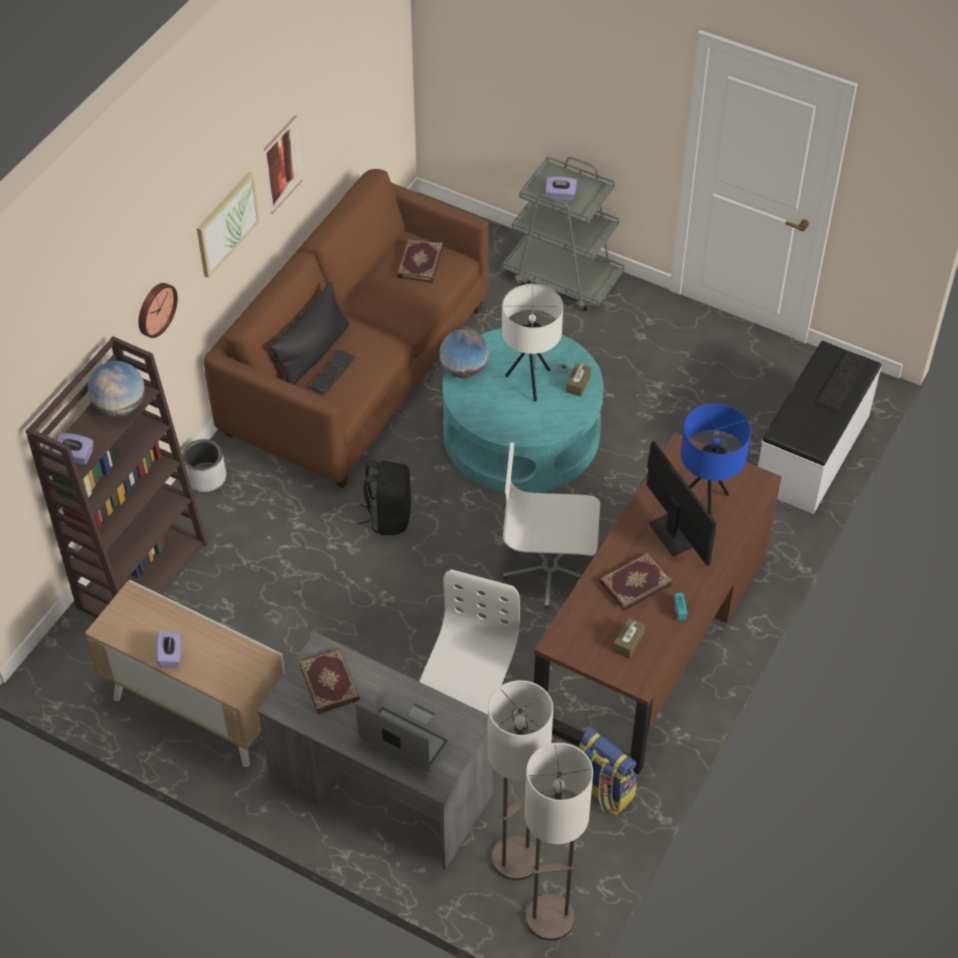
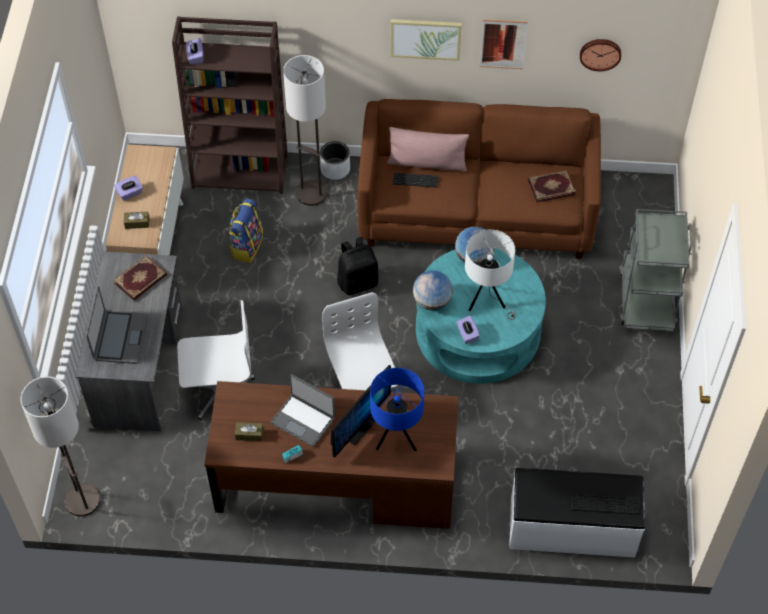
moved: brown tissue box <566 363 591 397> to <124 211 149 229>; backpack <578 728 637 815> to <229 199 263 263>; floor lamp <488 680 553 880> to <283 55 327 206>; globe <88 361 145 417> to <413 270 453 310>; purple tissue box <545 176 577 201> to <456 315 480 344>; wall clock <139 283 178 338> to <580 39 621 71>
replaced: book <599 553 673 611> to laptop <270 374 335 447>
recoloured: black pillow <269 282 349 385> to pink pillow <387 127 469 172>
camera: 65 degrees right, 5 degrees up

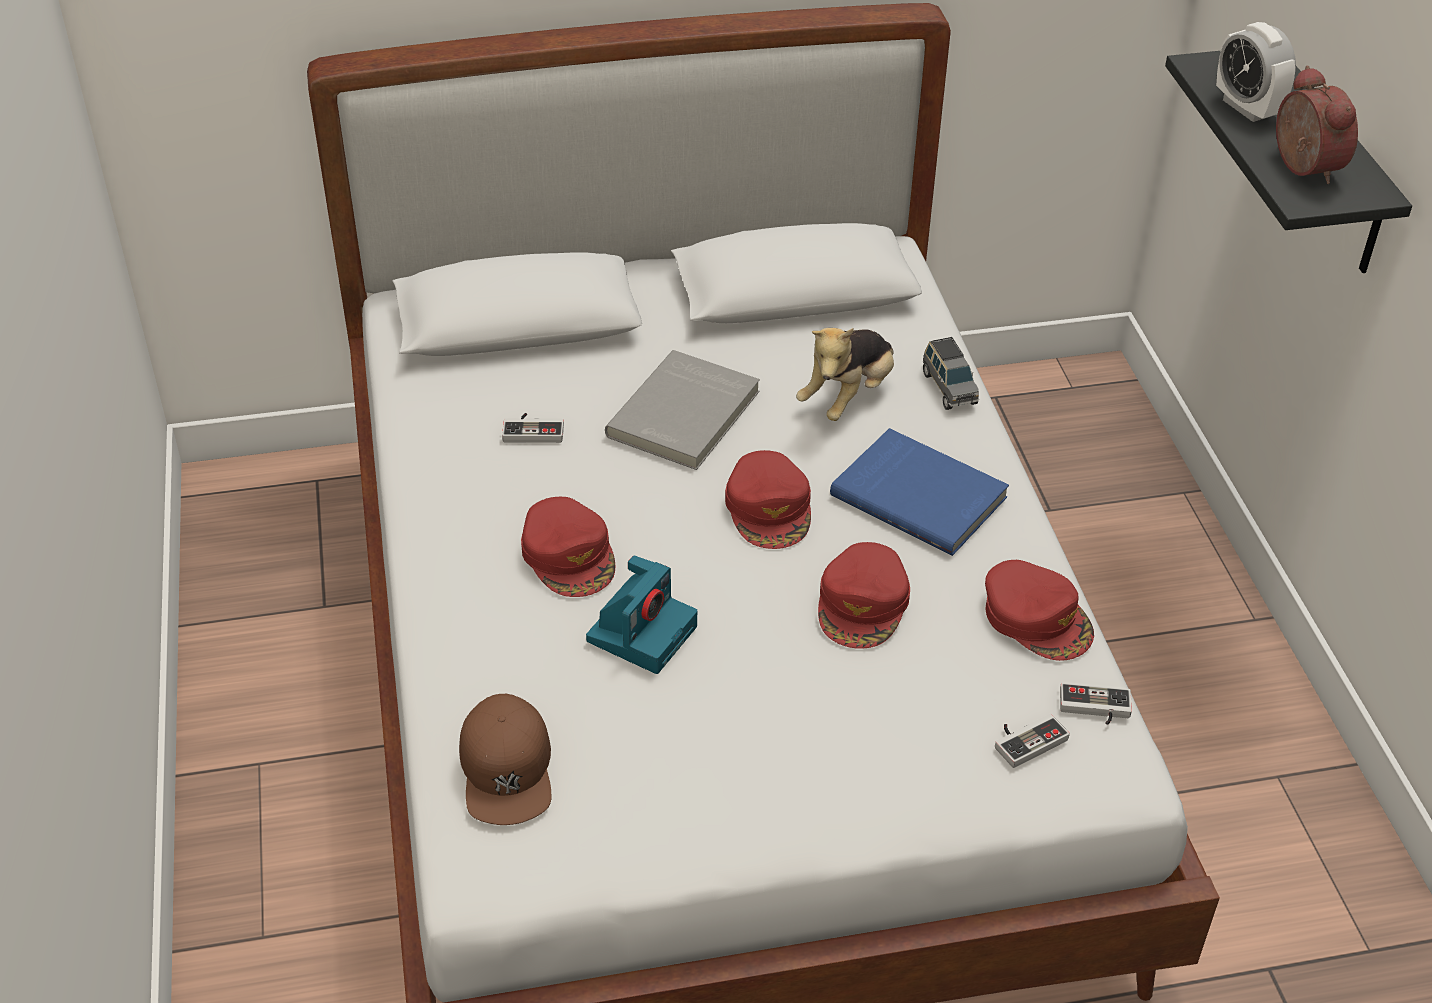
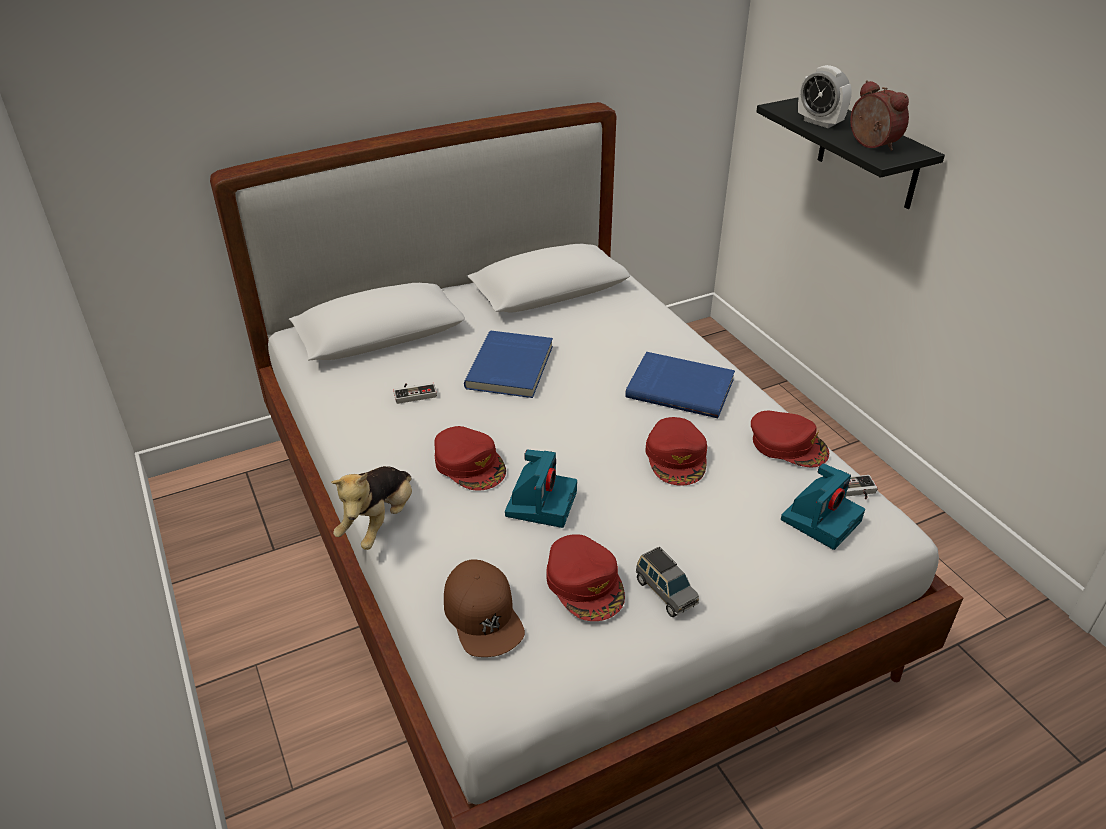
moved: plush toy <796 328 894 421> to <331 466 412 550>; red cap <725 450 811 549> to <546 534 625 621>; grey toy car <923 337 979 410> to <636 547 699 617>
replaced: game controller <995 714 1070 768> to photo camera <781 463 865 550>
recoloured: grey book <605 350 760 470> to blue book <464 330 553 398>
camera: 15 degrees left, 5 degrees down

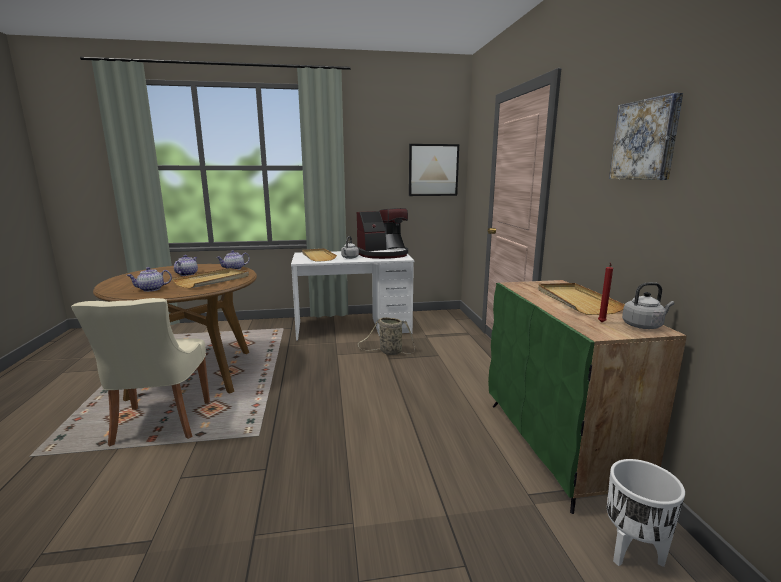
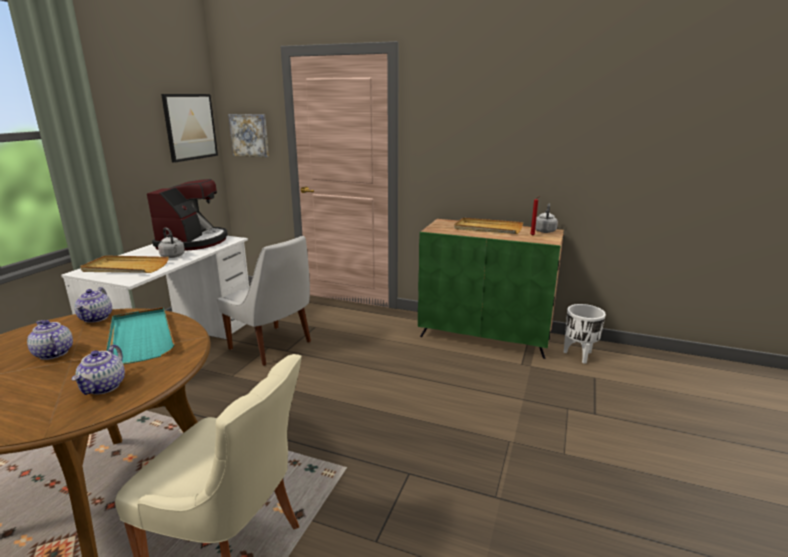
moved: picture <609 93 683 180> to <228 114 269 157>
replaced: basket <358 317 415 355> to white chair <217 236 311 366>
recoloured: beige tray <172 268 249 289> to turquoise tray <106 307 175 364>
camera: 60 degrees left, 5 degrees up

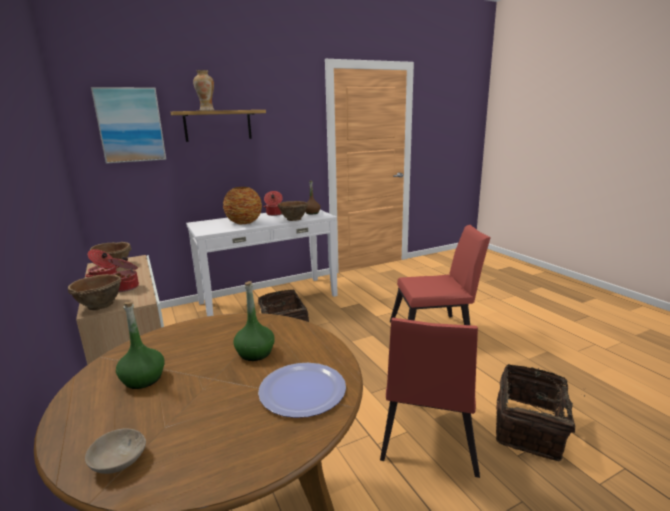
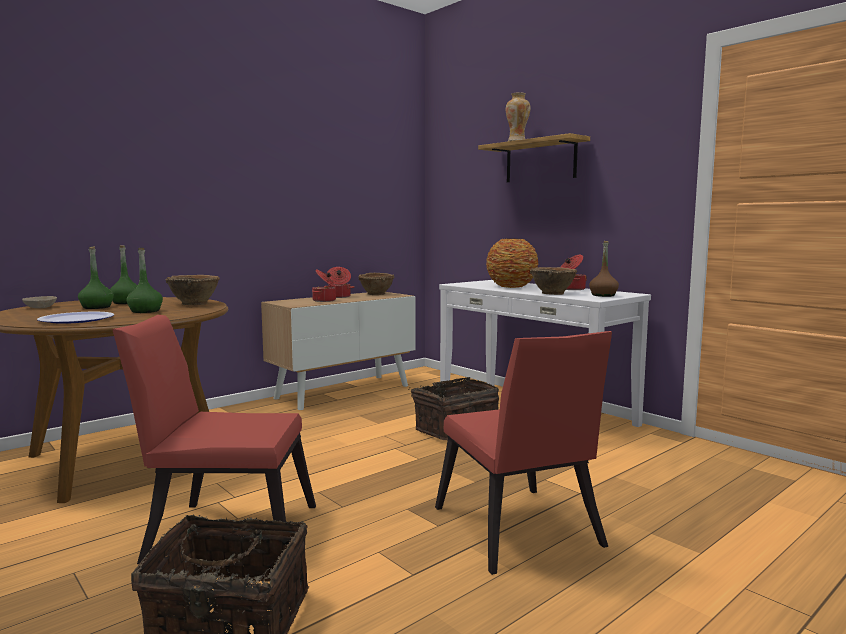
removed: picture <91 87 166 164>
added: green bottle <78 247 114 309>
moved: brown bowl <68 274 122 310> to <166 275 220 305>
camera: 75 degrees right, 10 degrees down

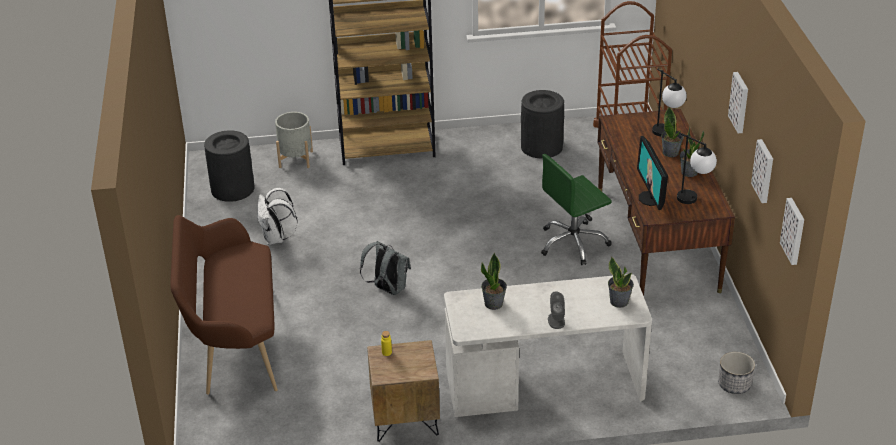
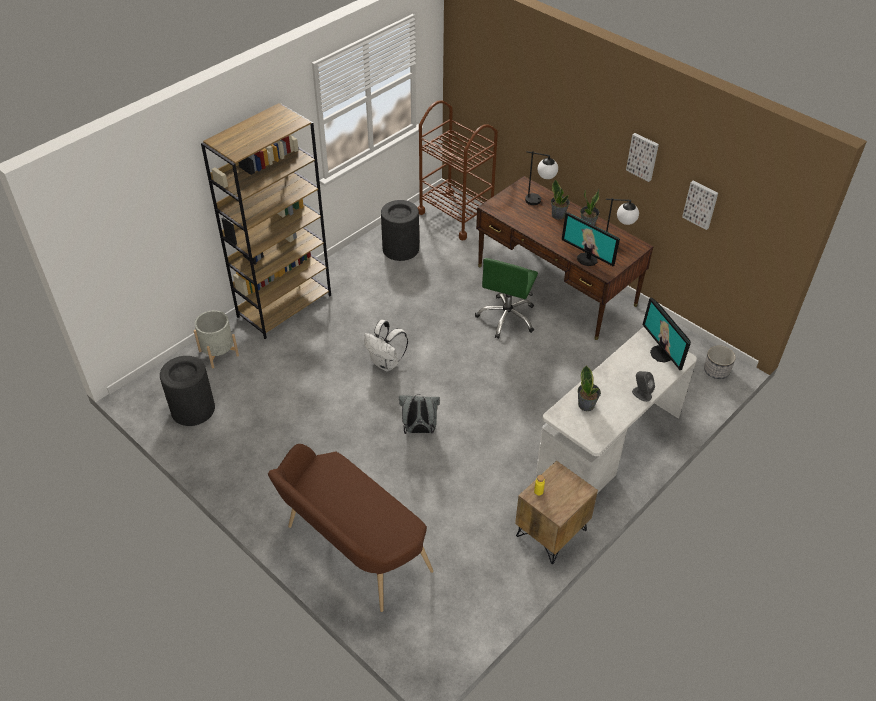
removed: picture <780 198 804 265>
moved: white backpack <257 188 298 245> to <364 320 408 372>
replaced: potted plant <608 256 634 308> to monitor <642 297 691 370>
camera: 40 degrees left, 10 degrees up

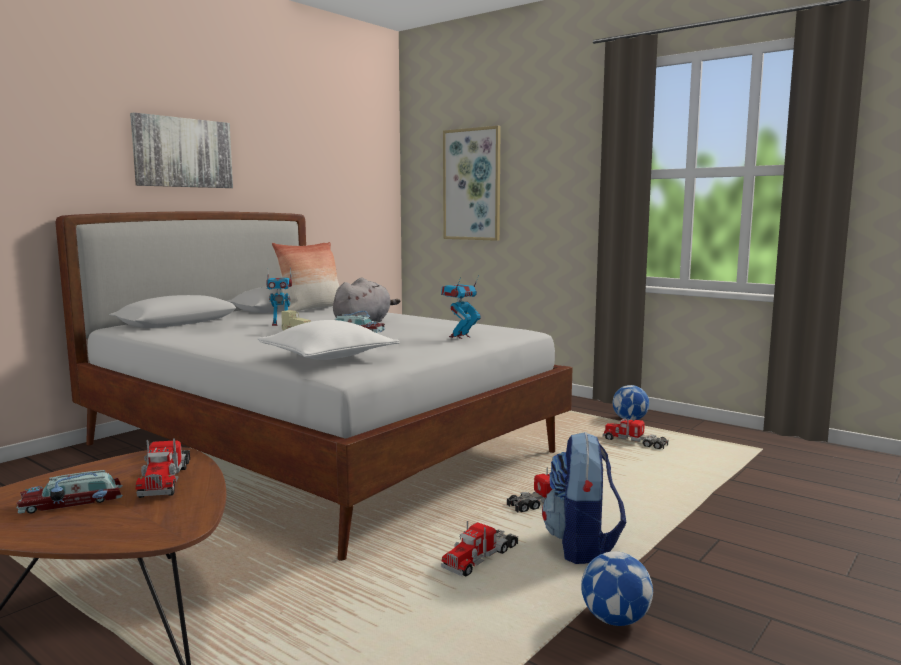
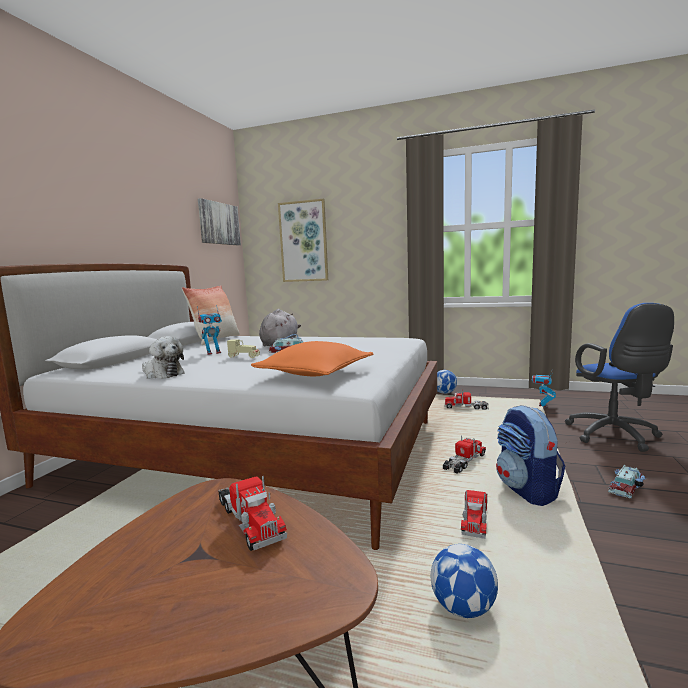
added: plush toy <142 336 185 379>; blue office chair <565 303 674 452>
moved: picture <130 112 233 188> to <198 198 241 245>; football <581 551 653 626> to <431 544 498 618>; toy robot <441 275 481 339> to <531 369 556 408>; toy car <16 470 123 514> to <608 465 645 498>
recoloured: white pillow <258 320 400 360> to orange pillow <251 341 373 376>
camera: 20 degrees left, 0 degrees up

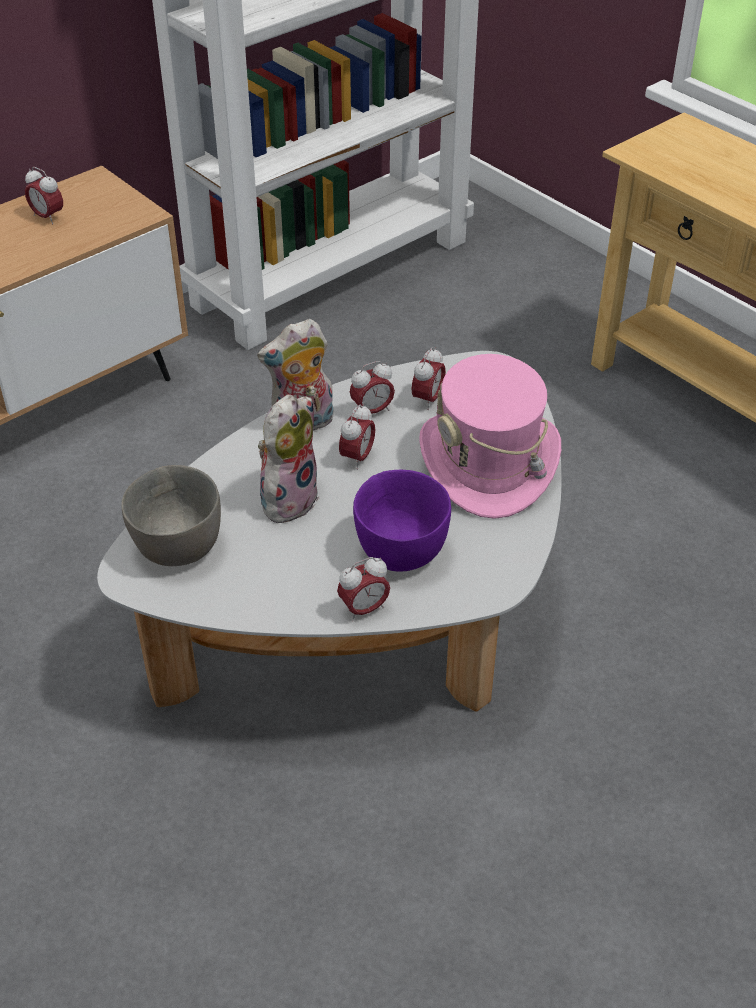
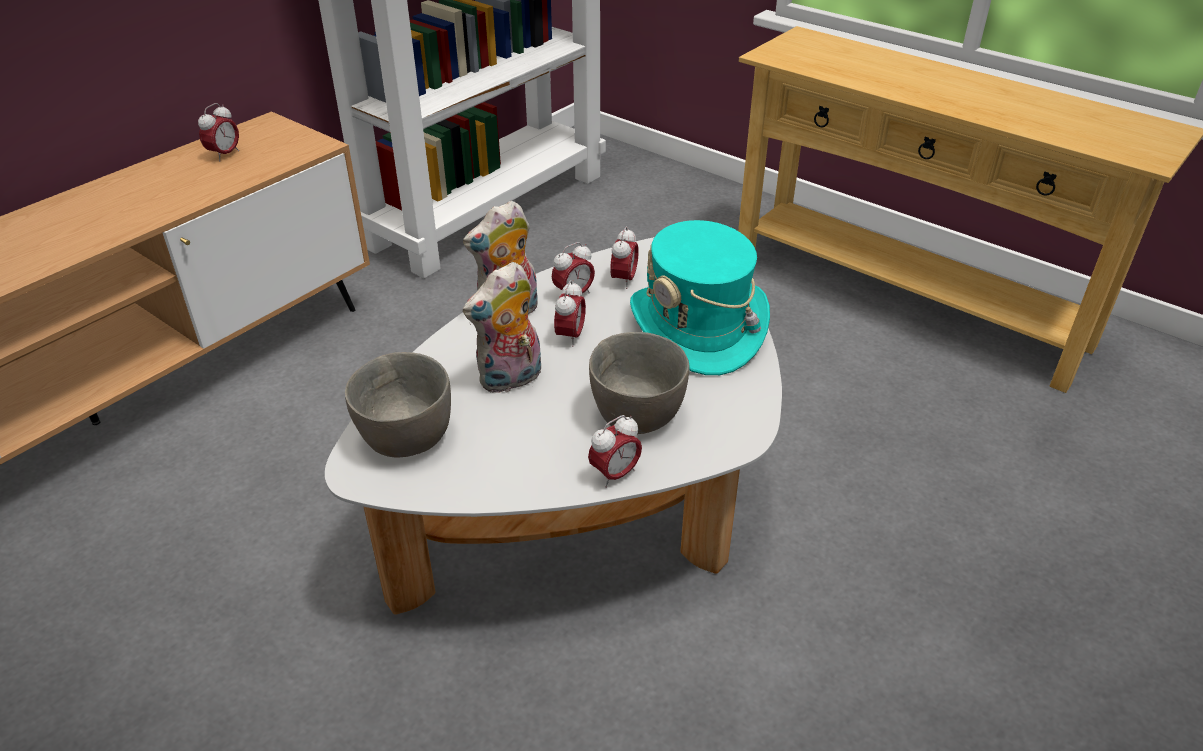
recoloured: purple bowl <353 470 451 572> to grey bowl <589 332 690 434>; pink hat <419 354 561 519> to turquoise hat <630 220 770 375>
turned: alarm clock <25 167 63 224> = <198 103 239 162> 90 degrees counterclockwise; plush toy <258 394 319 525> = <463 262 541 393> 150 degrees counterclockwise
camera: 10 degrees left, 5 degrees down

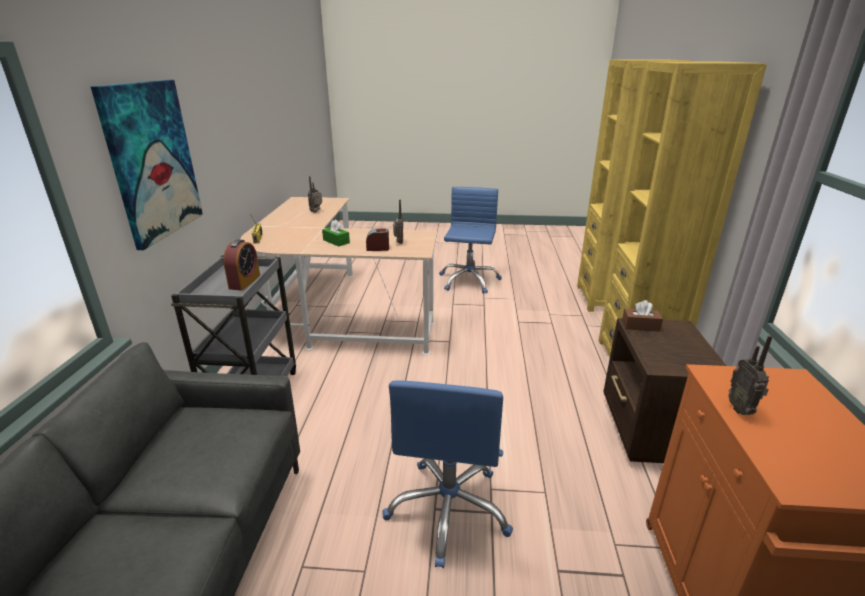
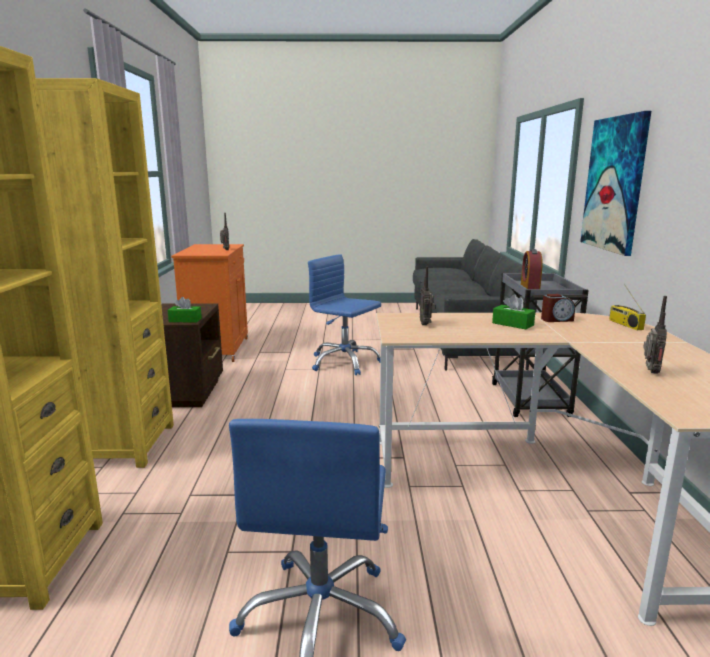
moved: alarm clock <366 229 389 251> to <541 294 575 322>
recoloured: brown tissue box <622 300 663 332> to green tissue box <168 297 202 323>
turned: blue office chair <382 380 513 568> = <308 254 381 375> 60 degrees counterclockwise
camera: 175 degrees right, 10 degrees down

